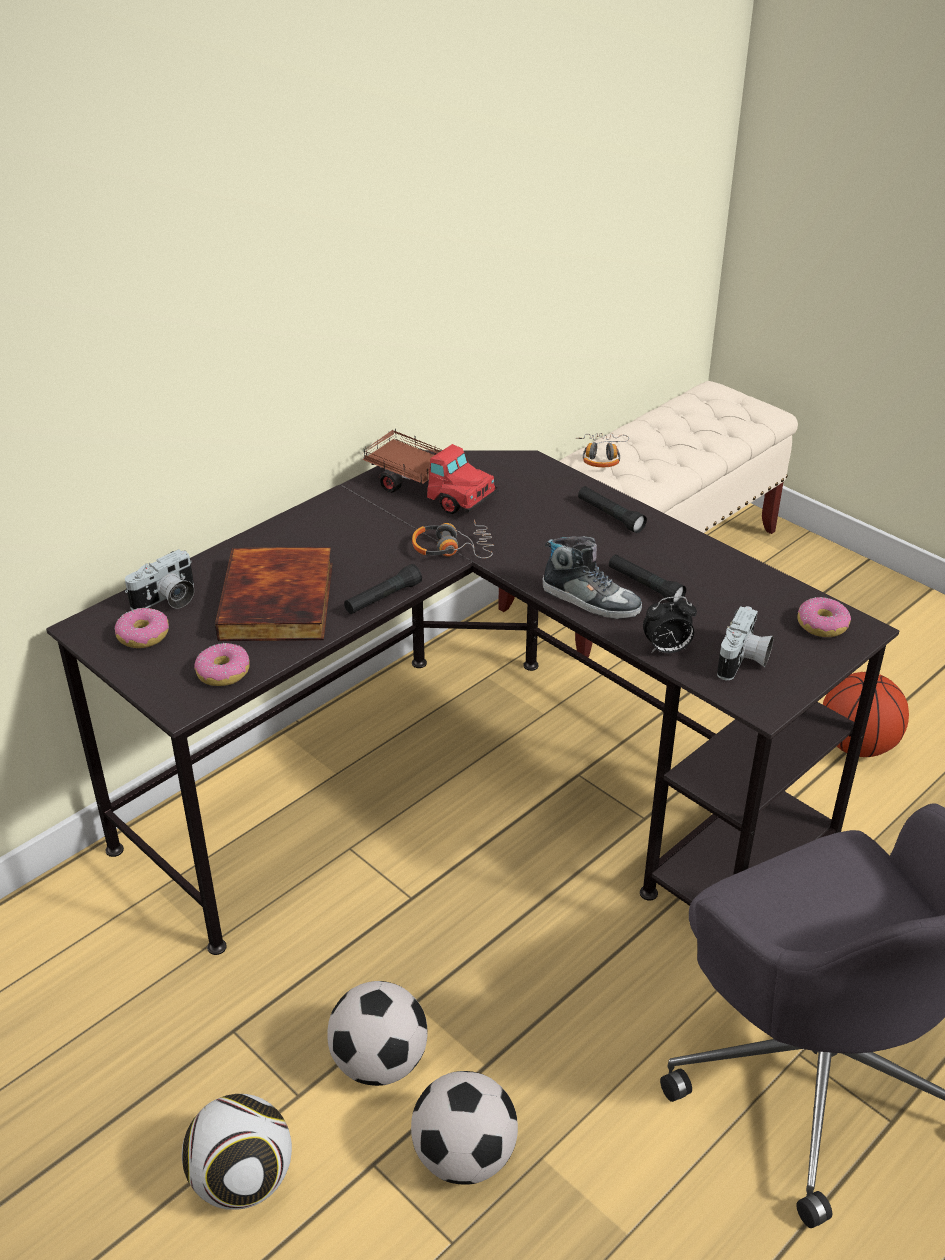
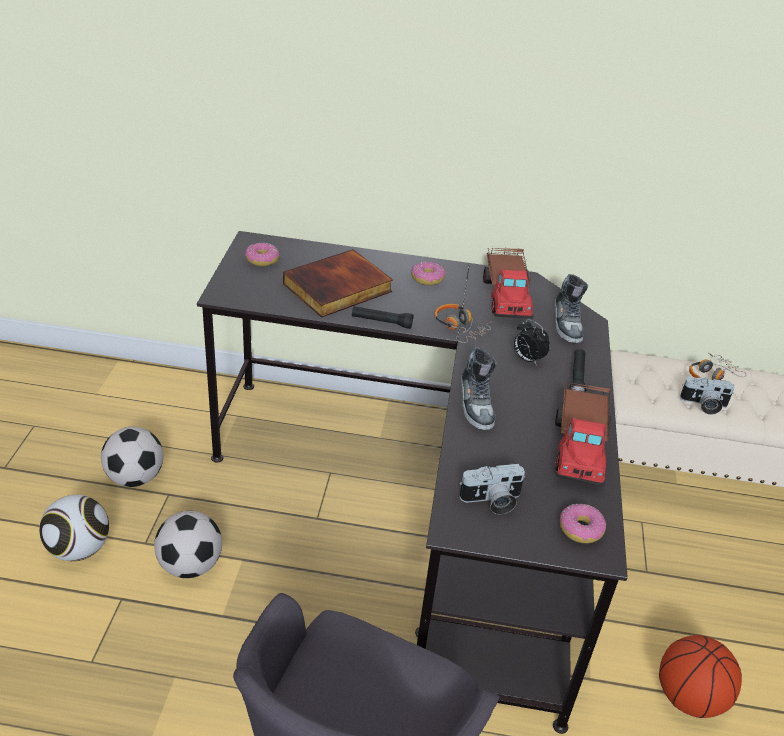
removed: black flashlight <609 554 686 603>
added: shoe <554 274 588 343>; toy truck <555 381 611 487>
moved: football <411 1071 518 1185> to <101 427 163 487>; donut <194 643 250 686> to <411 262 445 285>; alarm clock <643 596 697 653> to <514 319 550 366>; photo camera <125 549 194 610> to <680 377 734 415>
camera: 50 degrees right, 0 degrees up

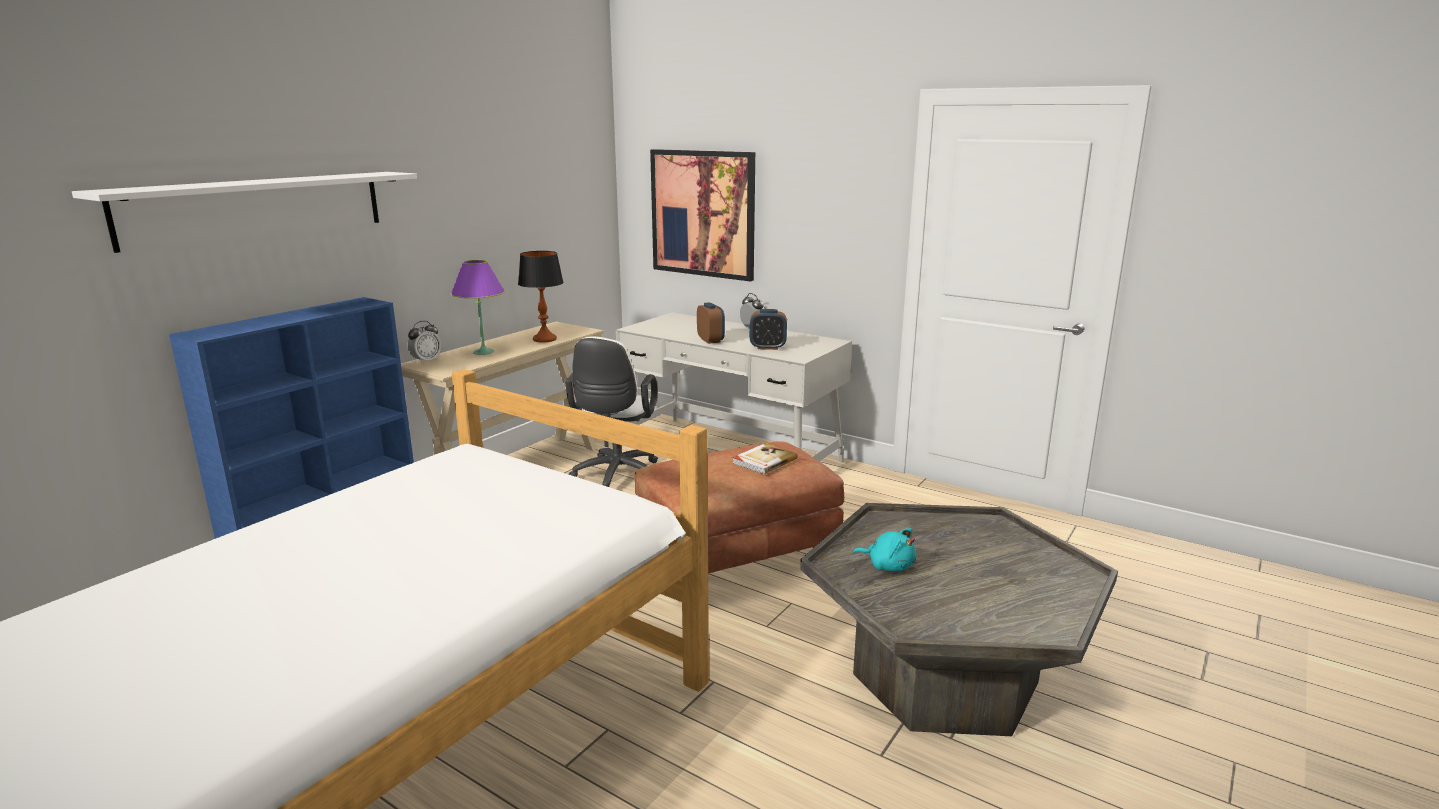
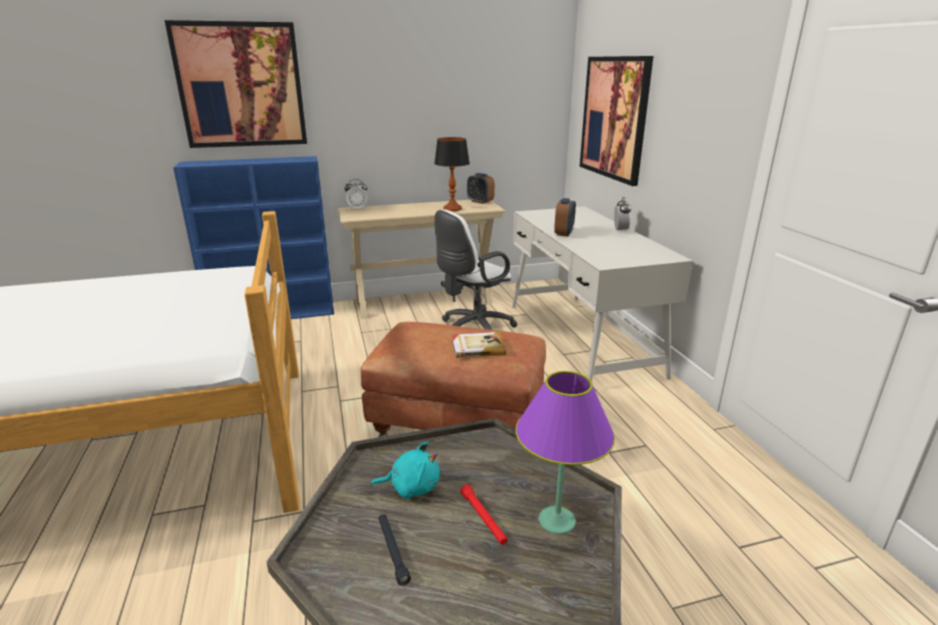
added: black flashlight <378 514 411 586>; red flashlight <460 485 508 545>
moved: alarm clock <750 309 787 350> to <467 173 495 204>; purple table lamp <451 260 505 355> to <516 371 615 534>
replaced: white shelf <72 172 417 253> to picture <165 20 307 148>
turned: turquoise plush toy <853 528 916 572> = <370 442 440 498> 75 degrees counterclockwise
camera: 40 degrees right, 5 degrees up

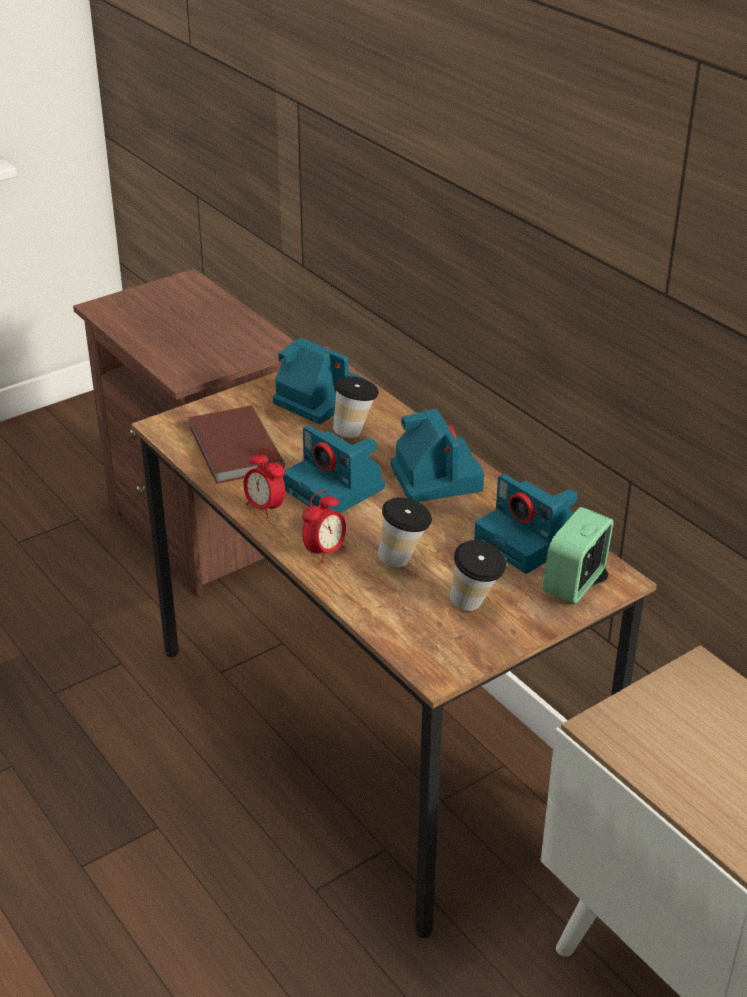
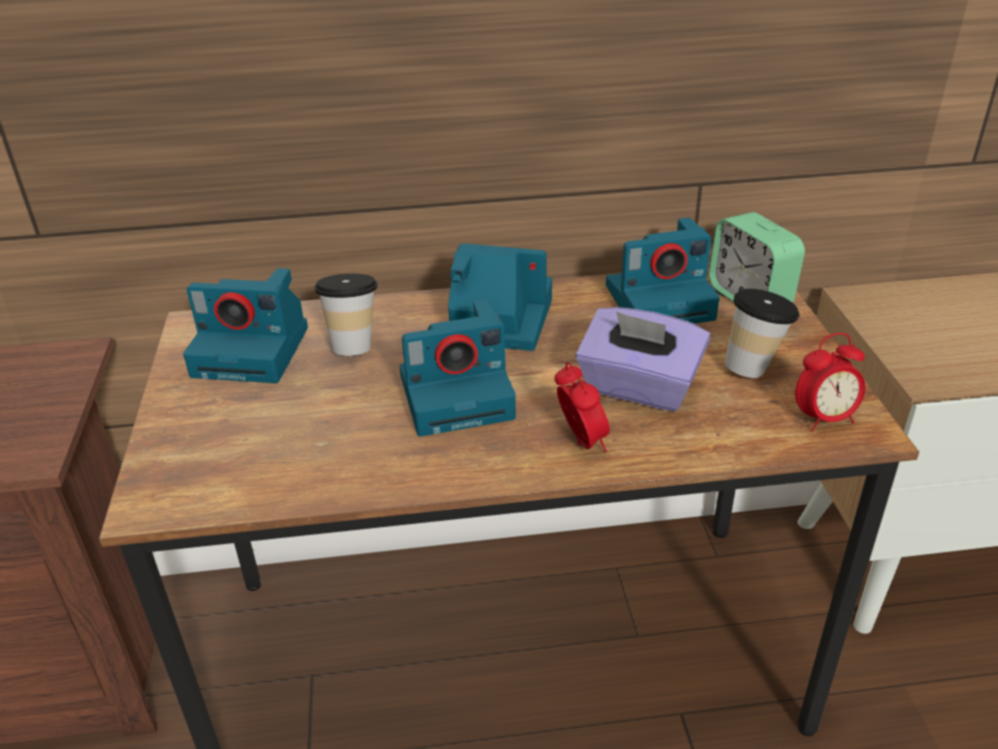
removed: brown book <189 406 285 484>
moved: alarm clock <244 448 285 519> to <795 333 865 432>
replaced: cup <378 497 432 567> to purple tissue box <576 307 710 411>
turned: photo camera <273 338 365 424> = <183 268 308 383> 150 degrees counterclockwise
camera: 60 degrees left, 0 degrees up

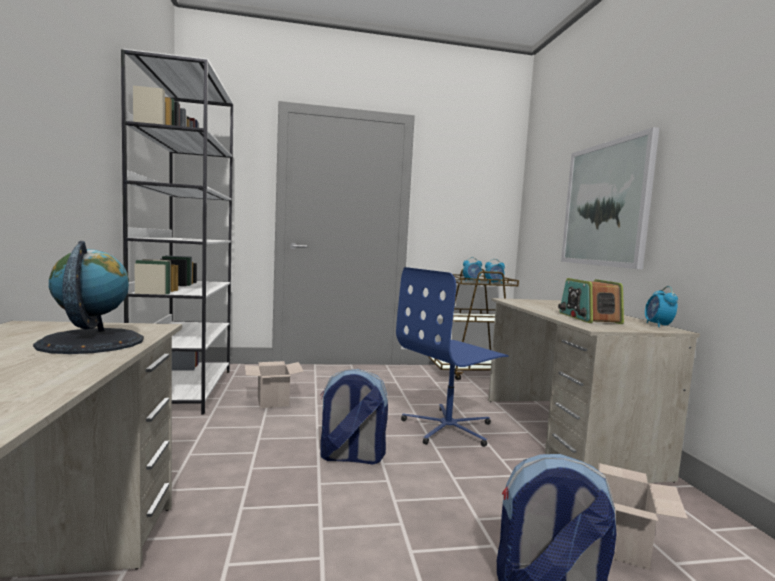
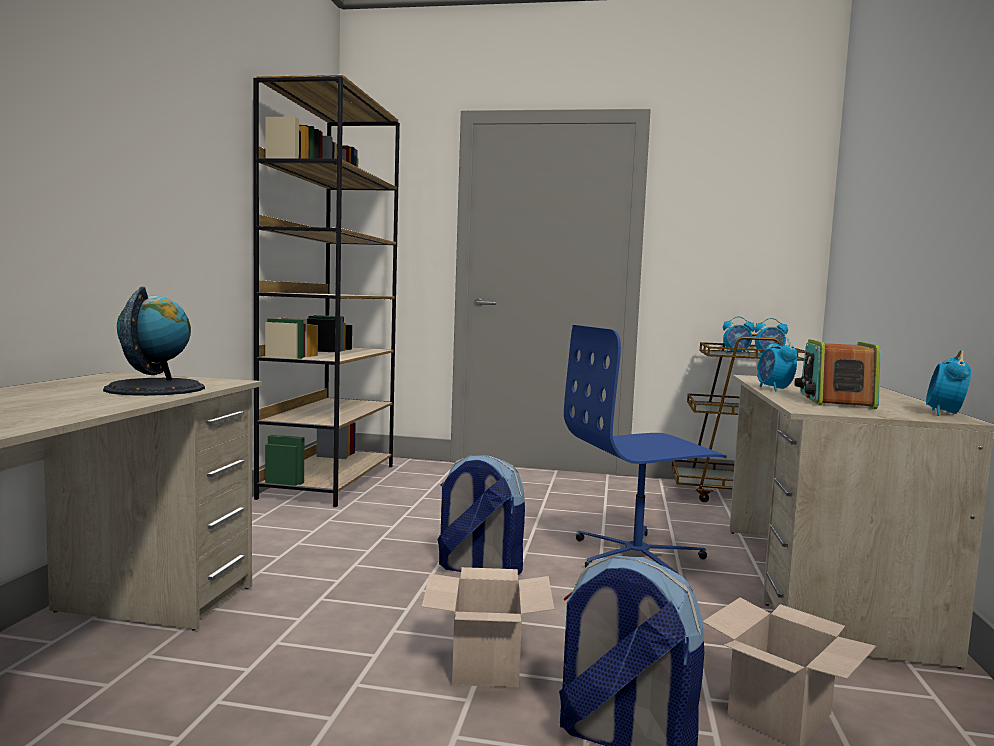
removed: picture <561 127 659 269>
added: alarm clock <757 337 797 391>
moved: cardboard box <245 361 304 408> to <422 567 555 687>
recoloured: white bookcase <121 49 233 415> to brown bookcase <253 75 400 507>
camera: 20 degrees right, 0 degrees up

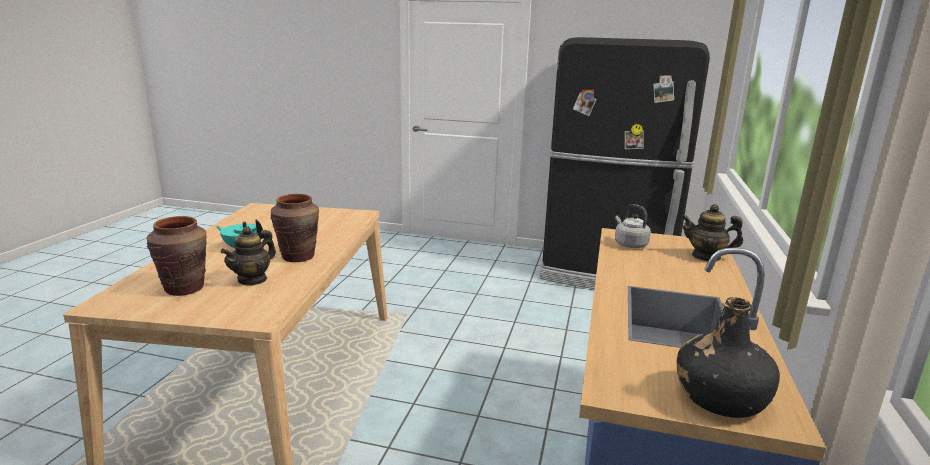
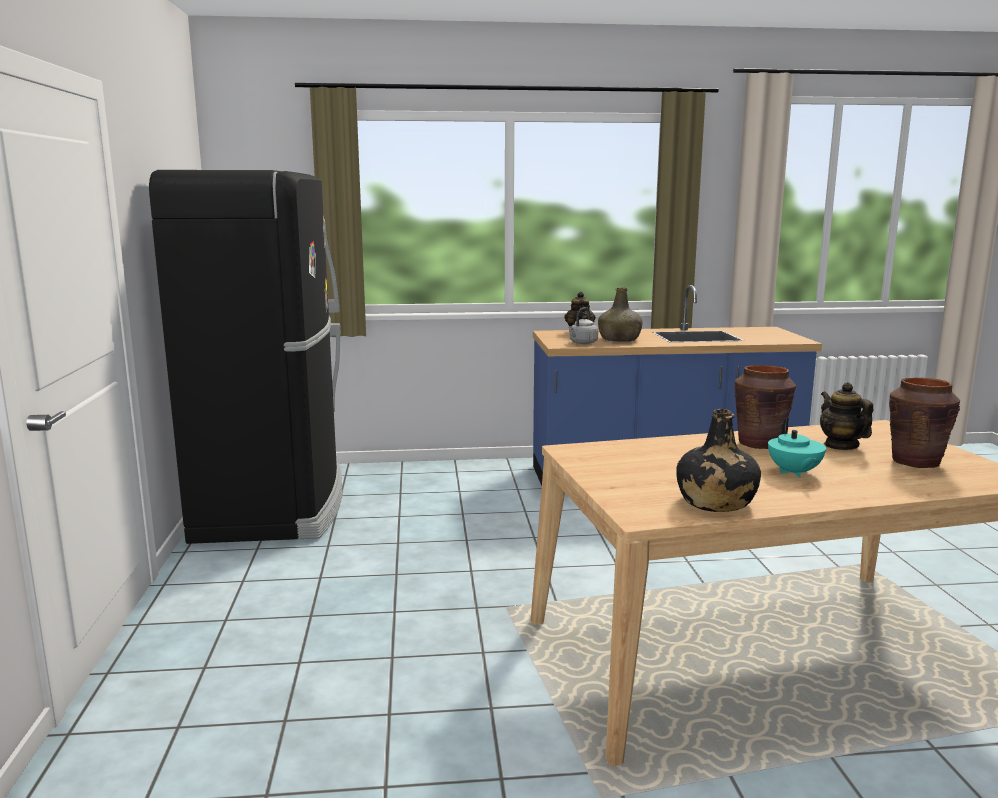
added: green bottle <598 287 642 342>
moved: black bottle <677 297 780 418> to <676 409 761 512>
turned: teapot <220 226 276 286> = <820 382 873 450> 120 degrees counterclockwise
camera: 110 degrees left, 5 degrees down

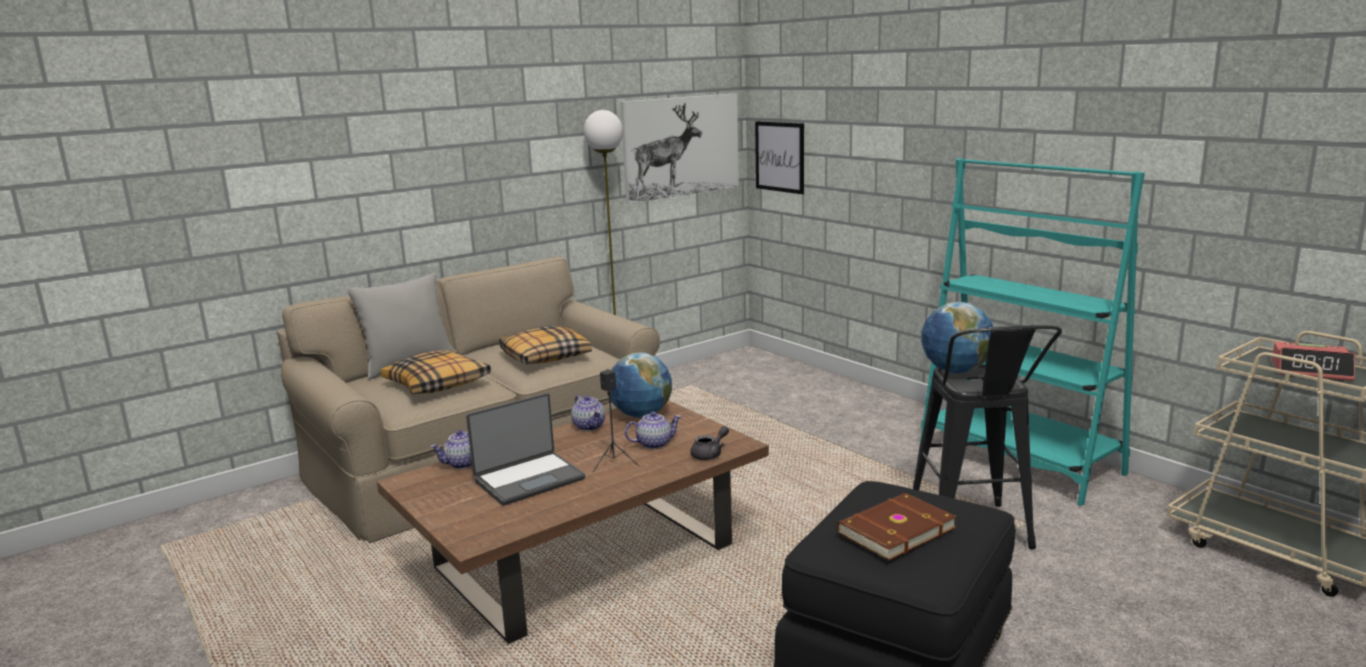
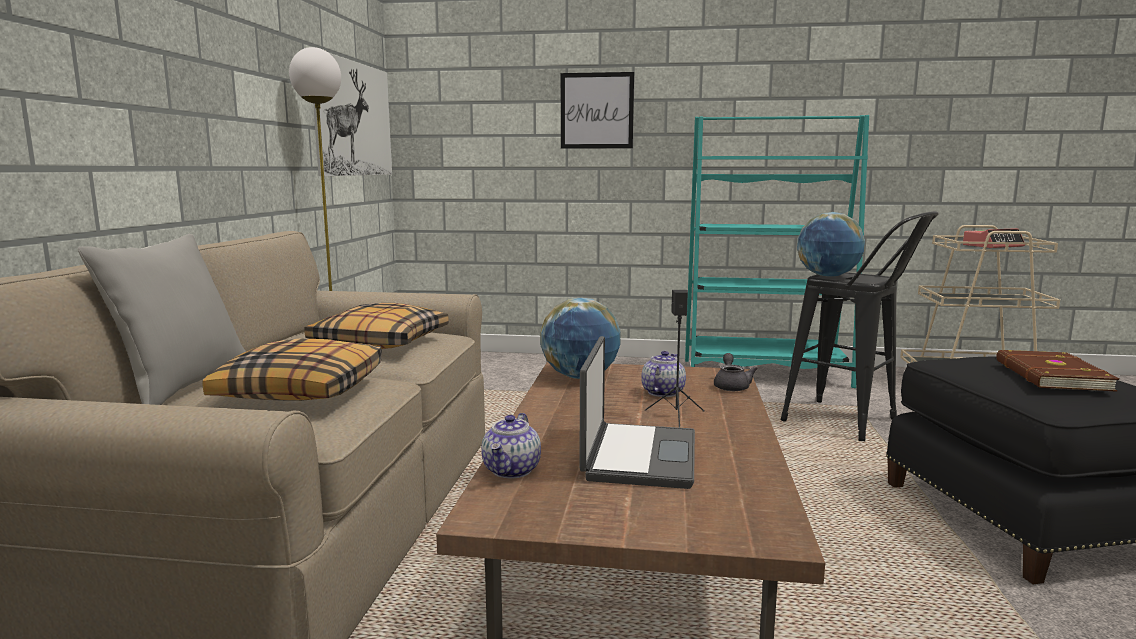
removed: teapot <571 395 605 431>
moved: picture <755 121 804 194> to <561 72 634 149>
camera: 45 degrees left, 5 degrees down

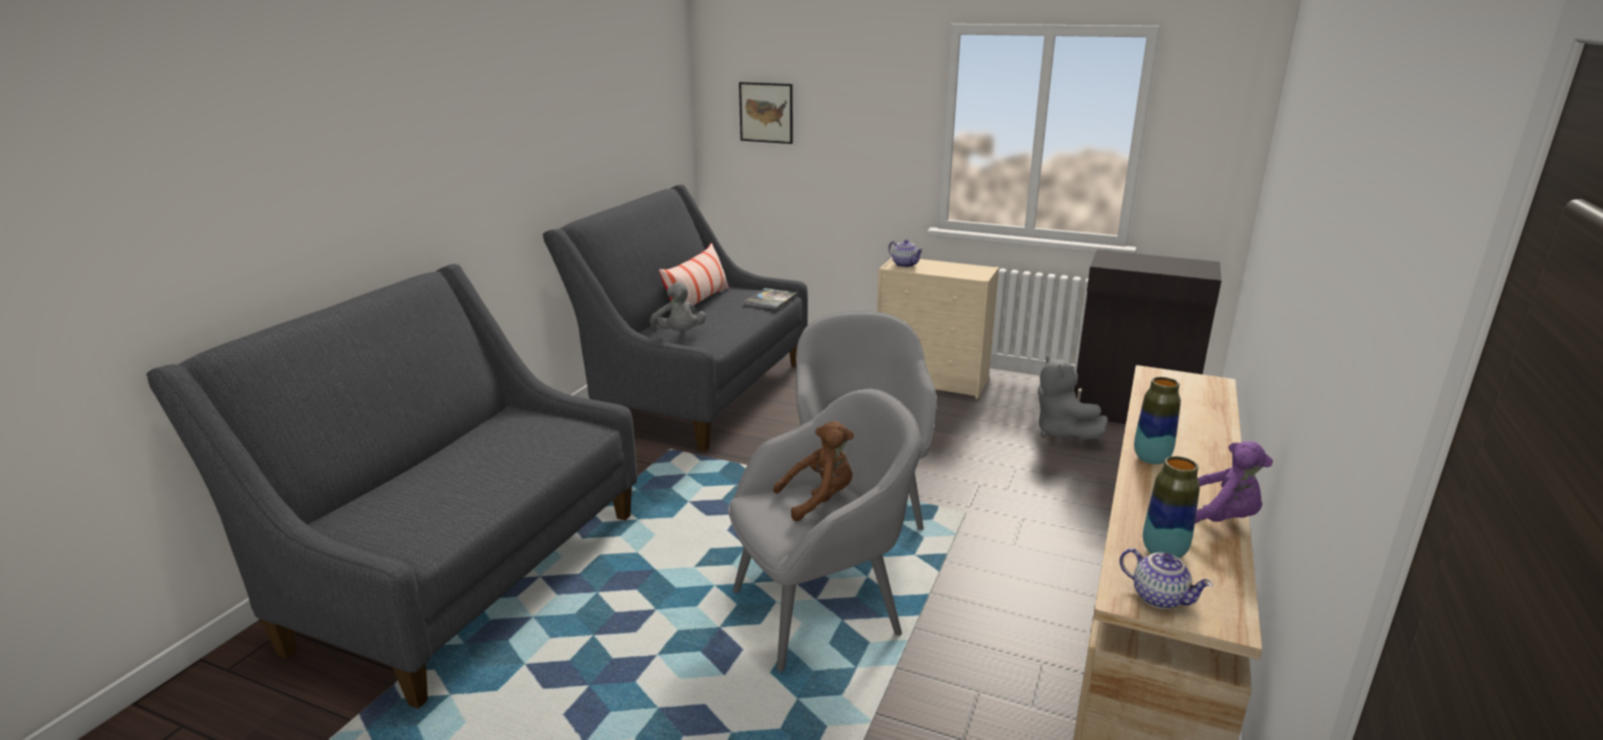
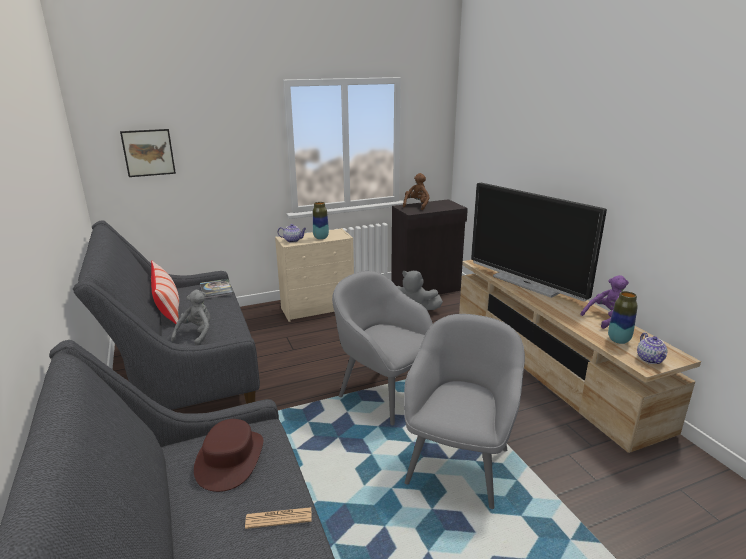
added: brown hat <194 419 263 492>; newspaper <245 507 312 529>; television <471 183 607 302>
moved: vase <1134 377 1181 464> to <313 202 329 240>; brown plush toy <773 421 854 522> to <403 173 430 210>
turned: grey plush toy <650 282 706 331> = <171 290 211 345> 90 degrees counterclockwise; teapot <1119 548 1213 609> = <637 333 667 364> 90 degrees clockwise
camera: 45 degrees left, 0 degrees up

